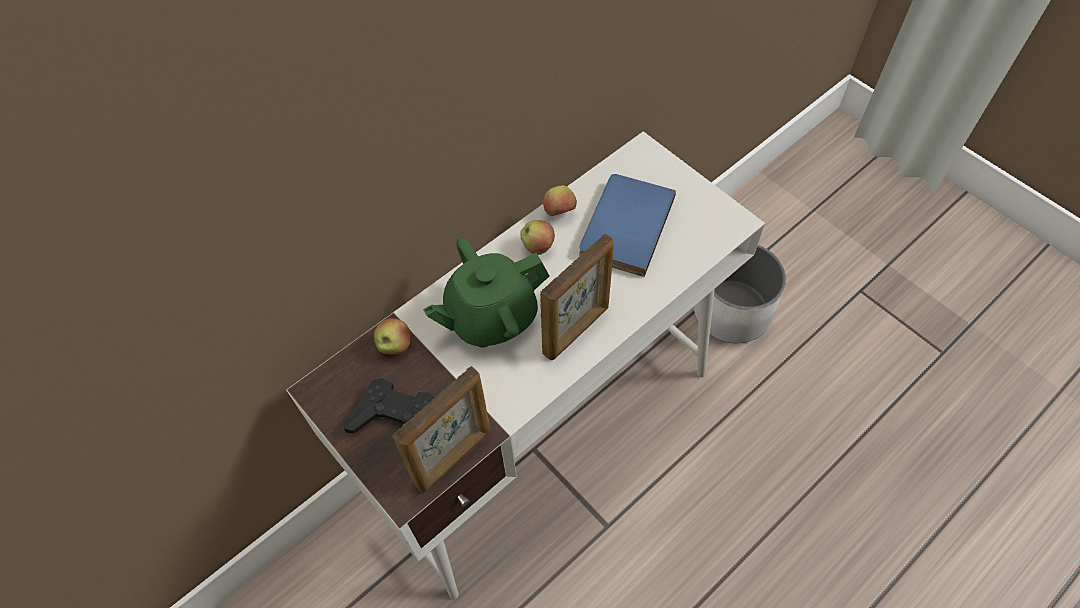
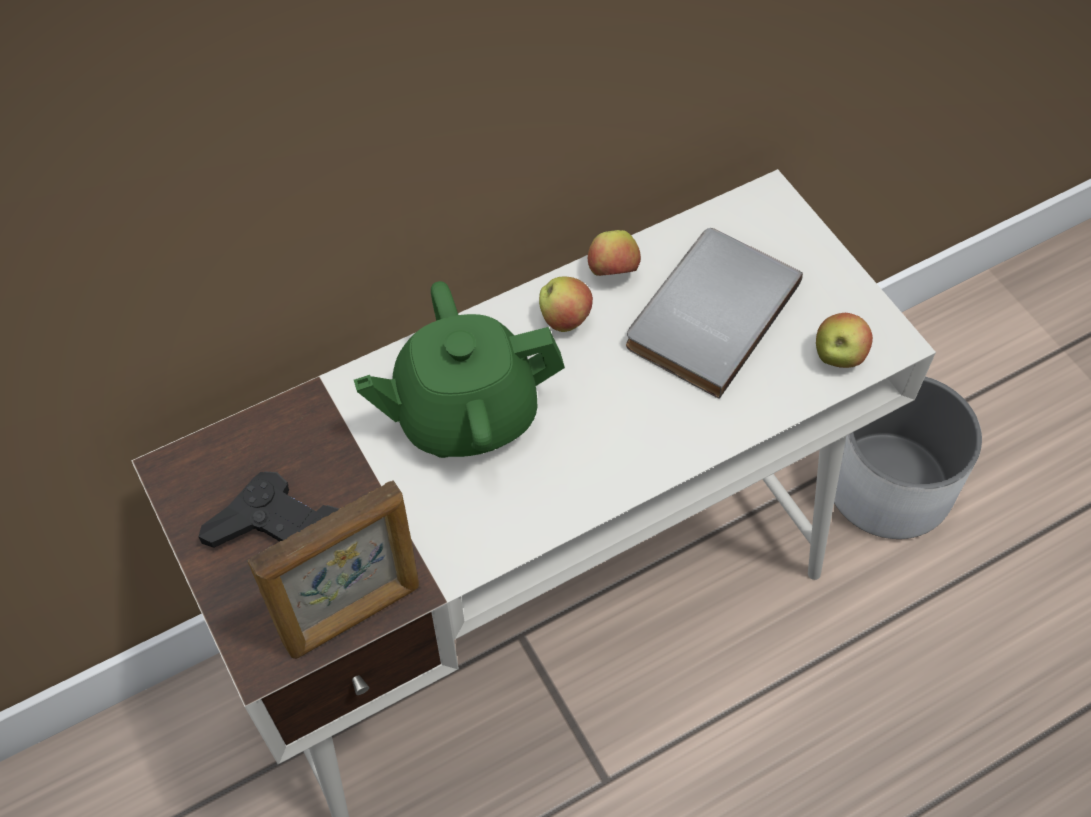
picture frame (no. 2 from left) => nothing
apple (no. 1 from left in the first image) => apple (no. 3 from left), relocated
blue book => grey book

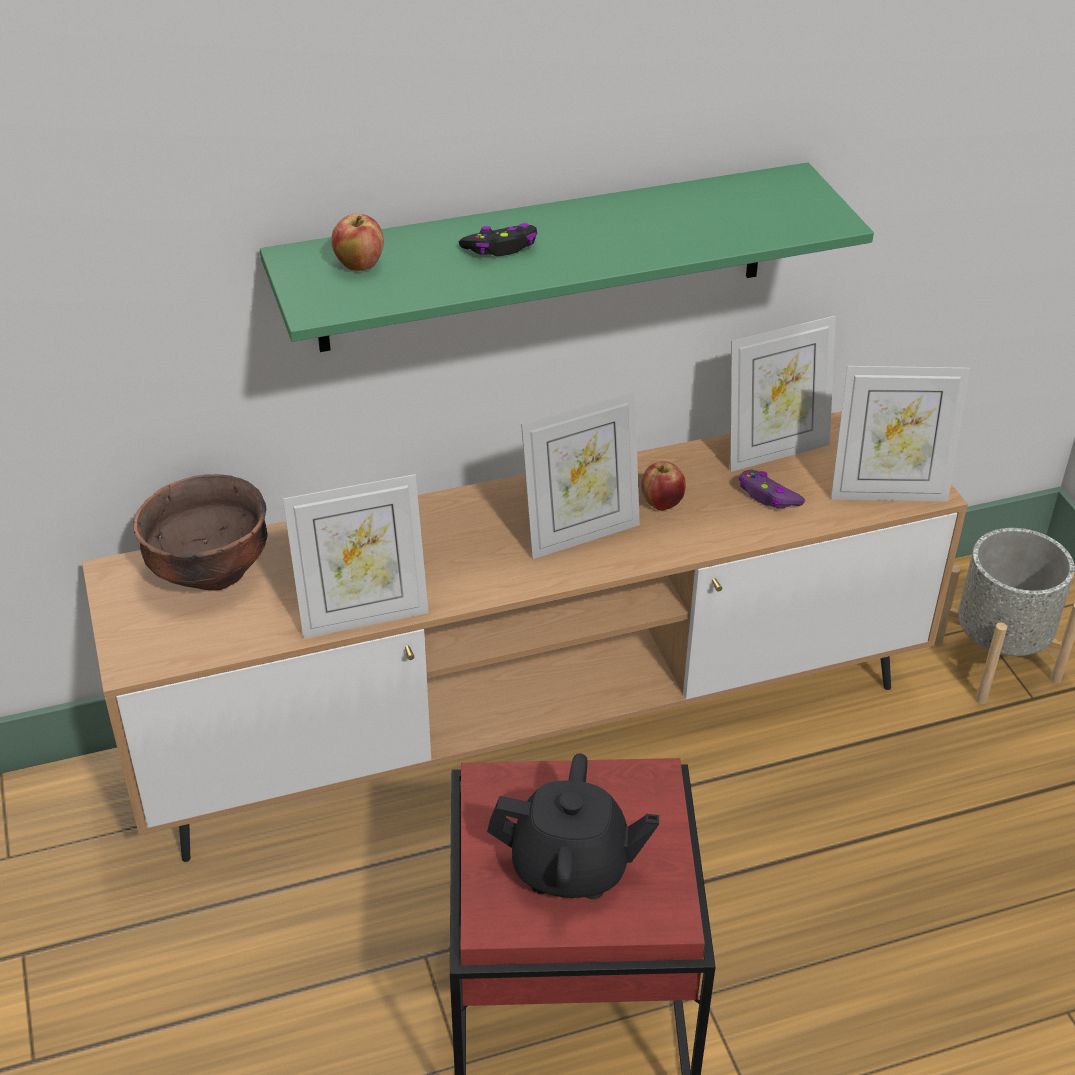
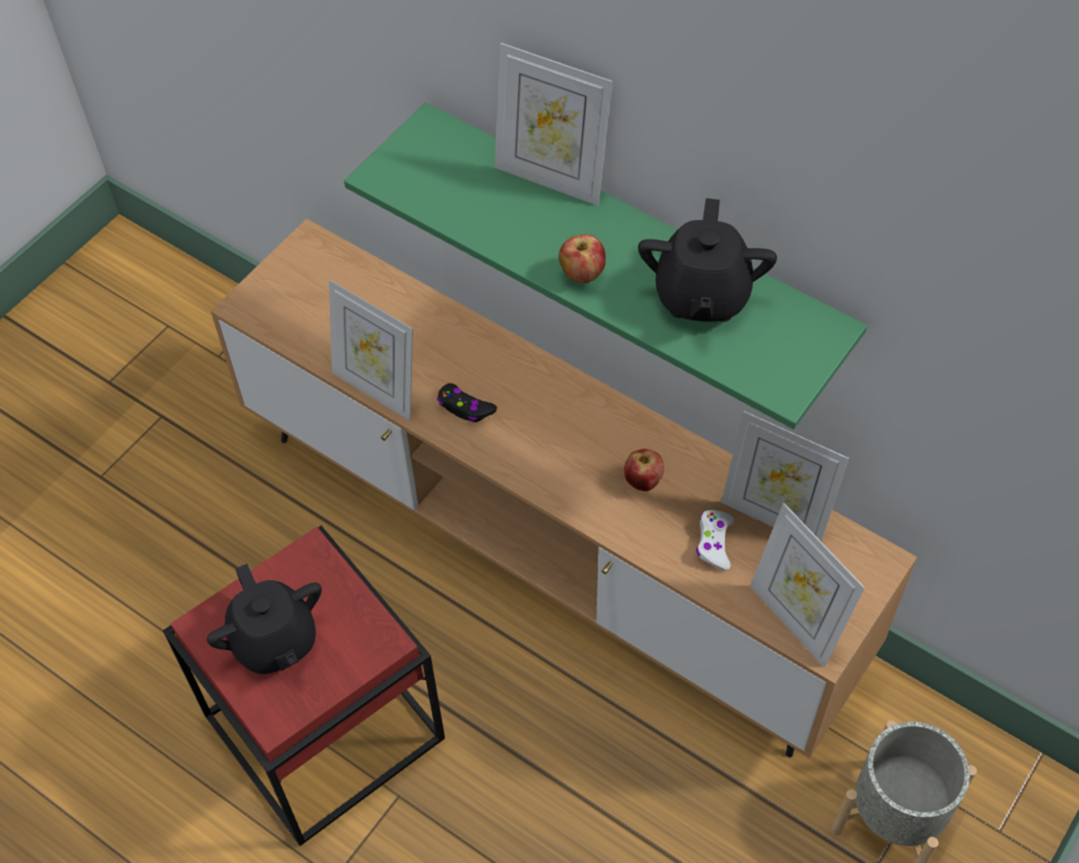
brown bowl => nothing
nothing => black teapot (no. 2 from left)
apple (no. 1 from left), relocated
black game controller, relocated
picture frame (no. 2 from left), relocated
purple game controller => white game controller

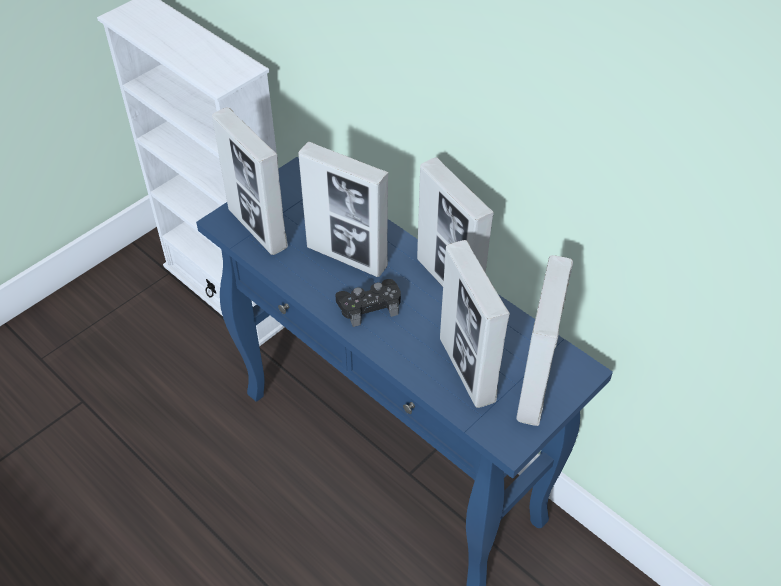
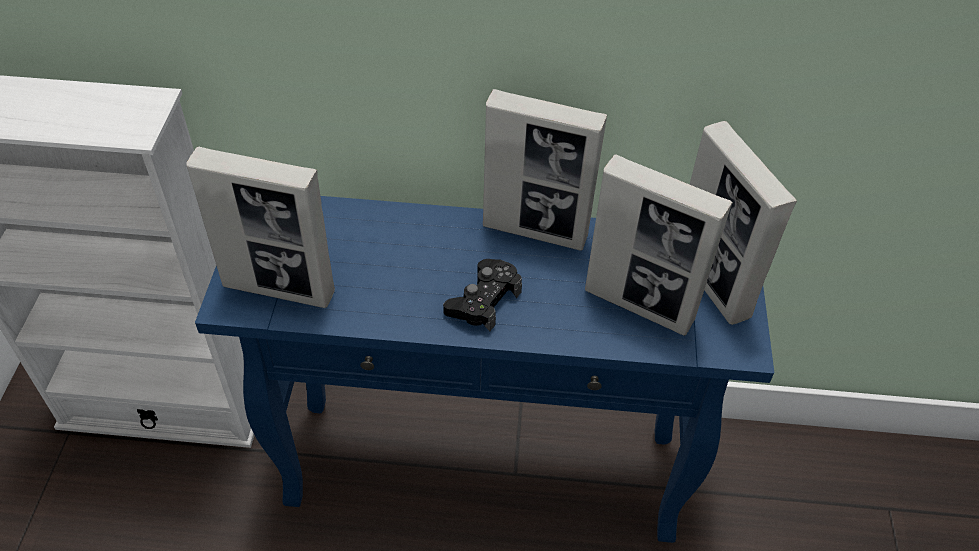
picture frame (no. 2 from left) => nothing

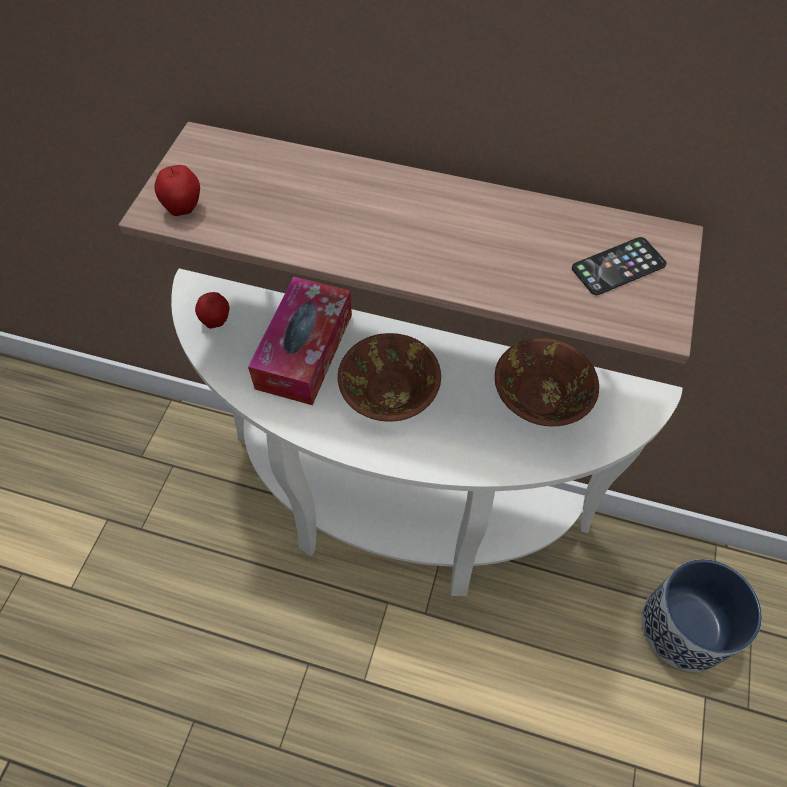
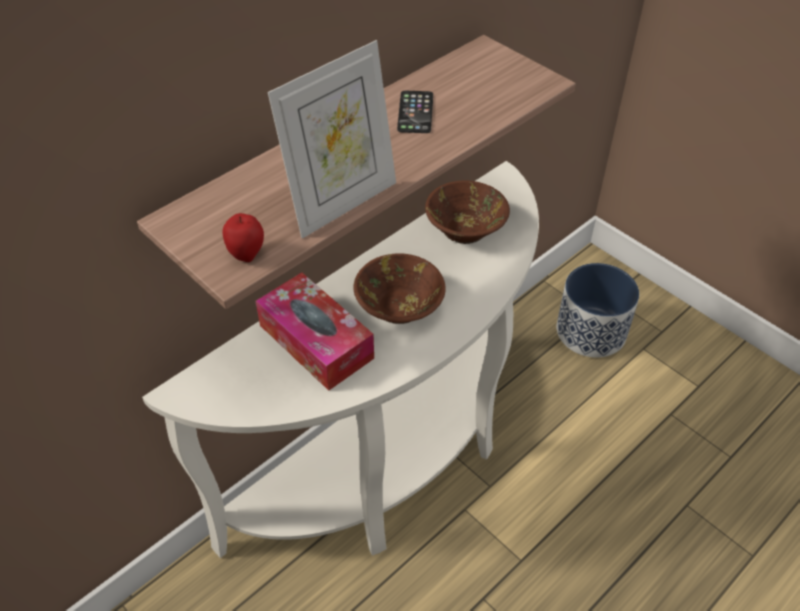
apple (no. 2 from left) => nothing
nothing => picture frame
phone, relocated

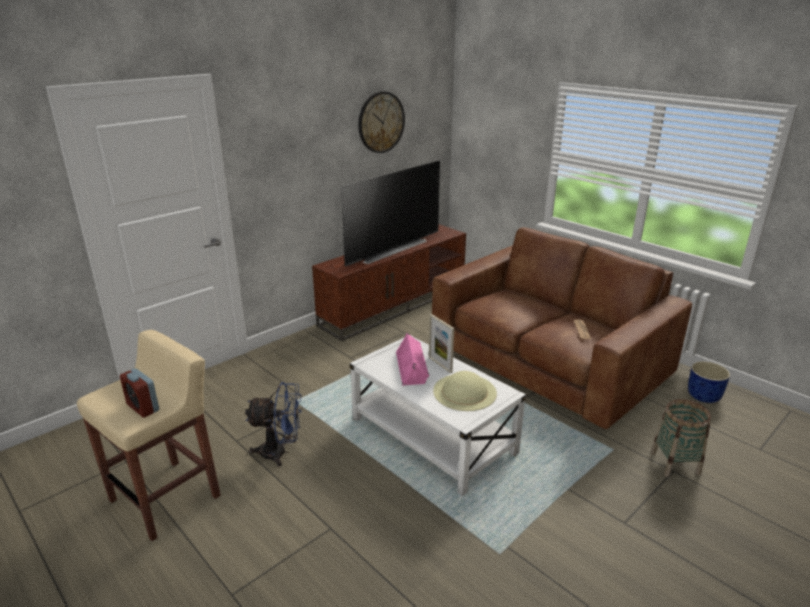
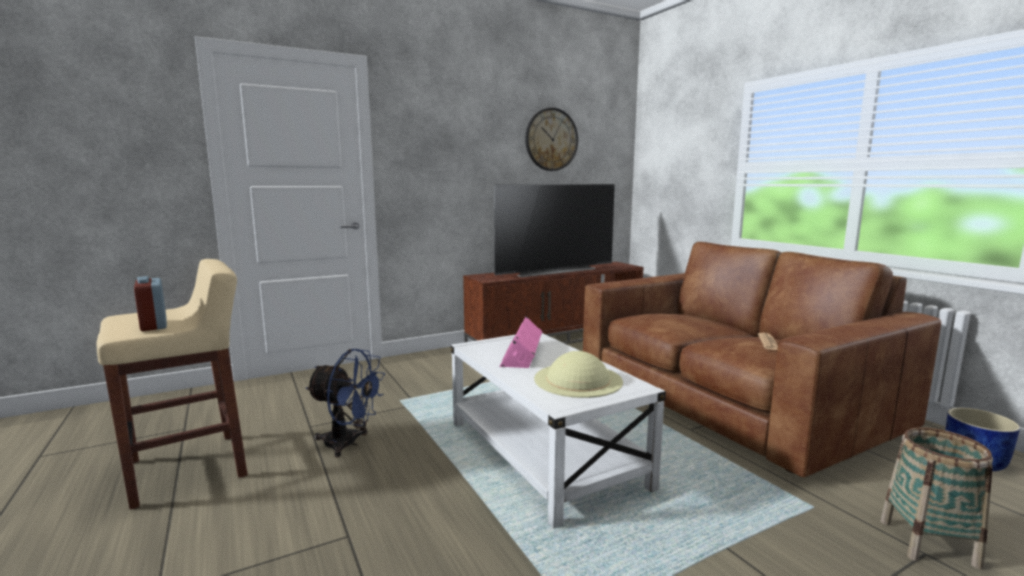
picture frame => nothing

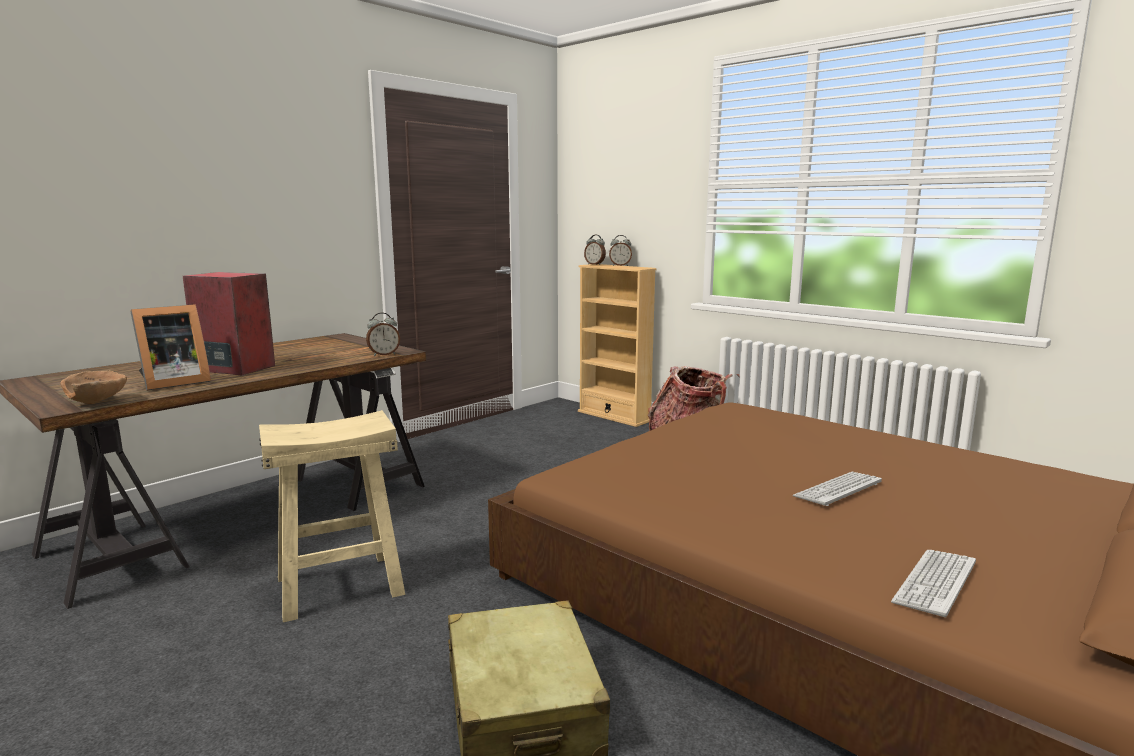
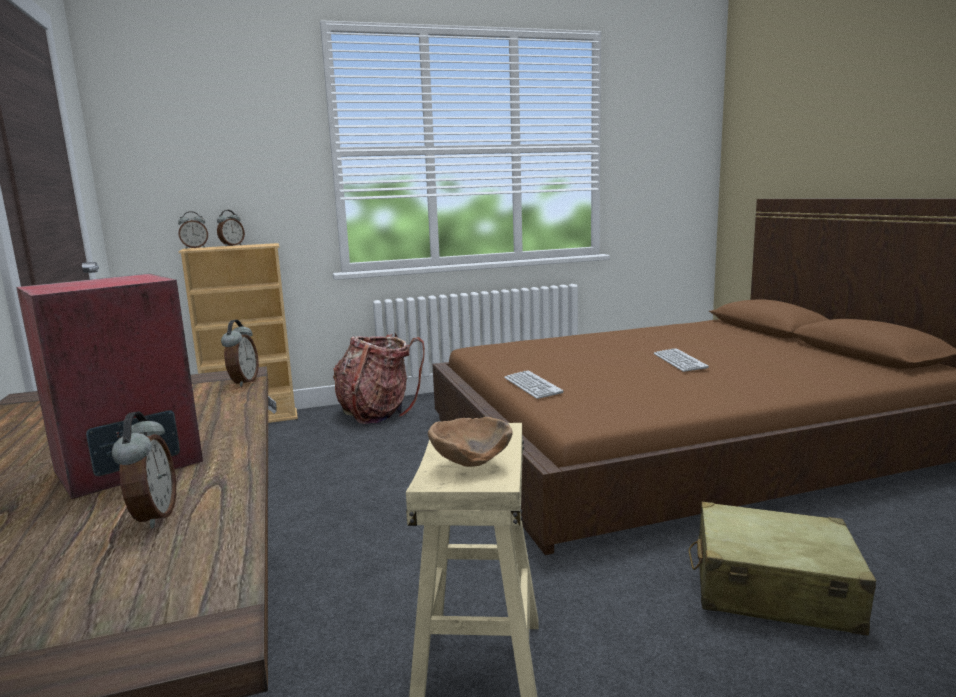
brown bowl, relocated
keyboard (no. 2 from left in the first image) => keyboard (no. 1 from left), relocated
picture frame => alarm clock (no. 1 from left)

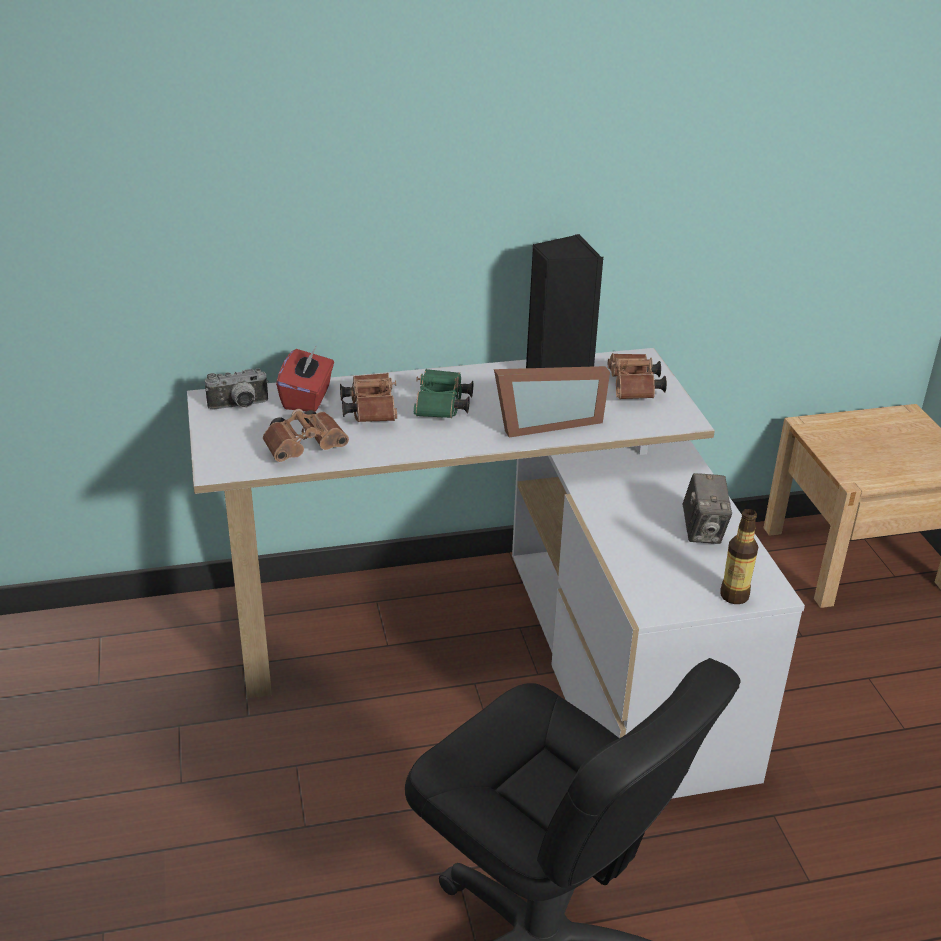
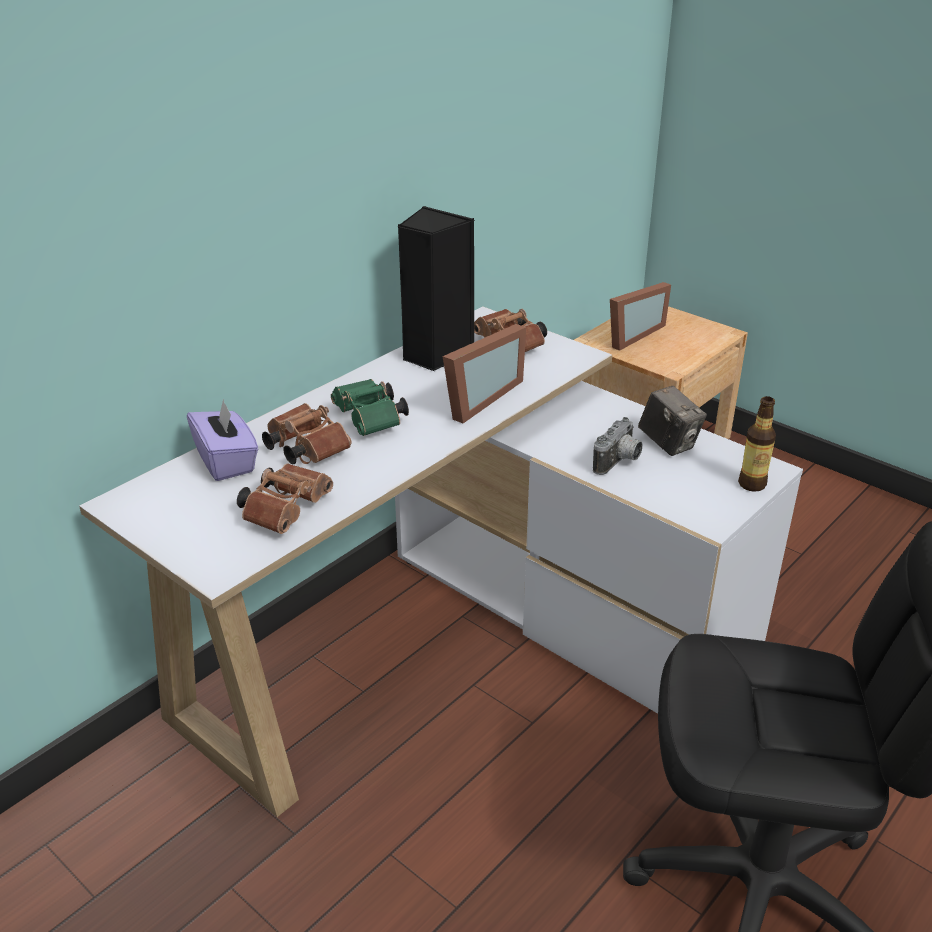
nothing => picture frame (no. 2 from left)
photo camera (no. 1 from left), relocated
red tissue box => purple tissue box

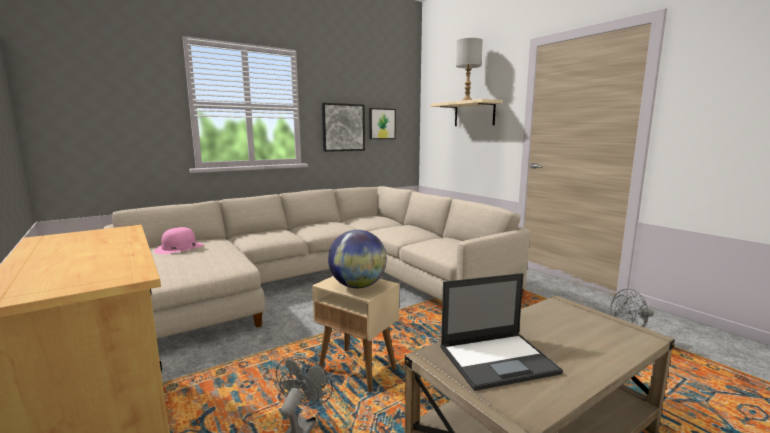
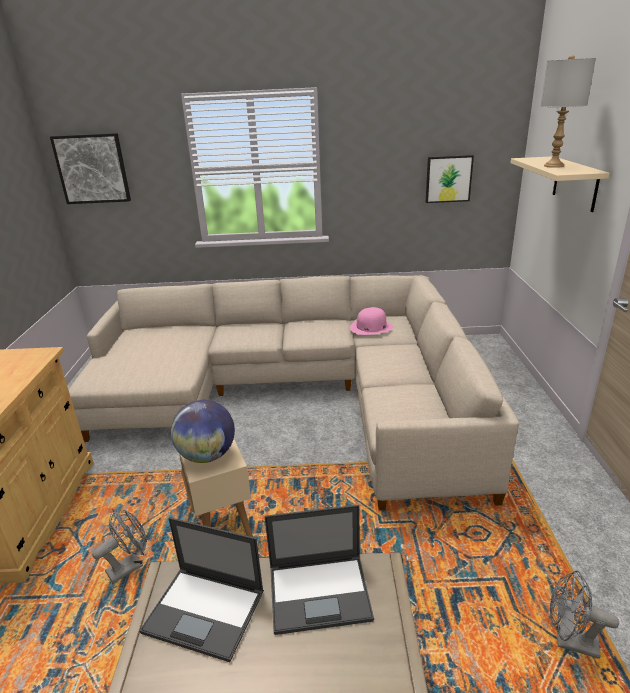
nothing => laptop (no. 2 from left)
pink hat, relocated
picture (no. 1 from left), relocated

